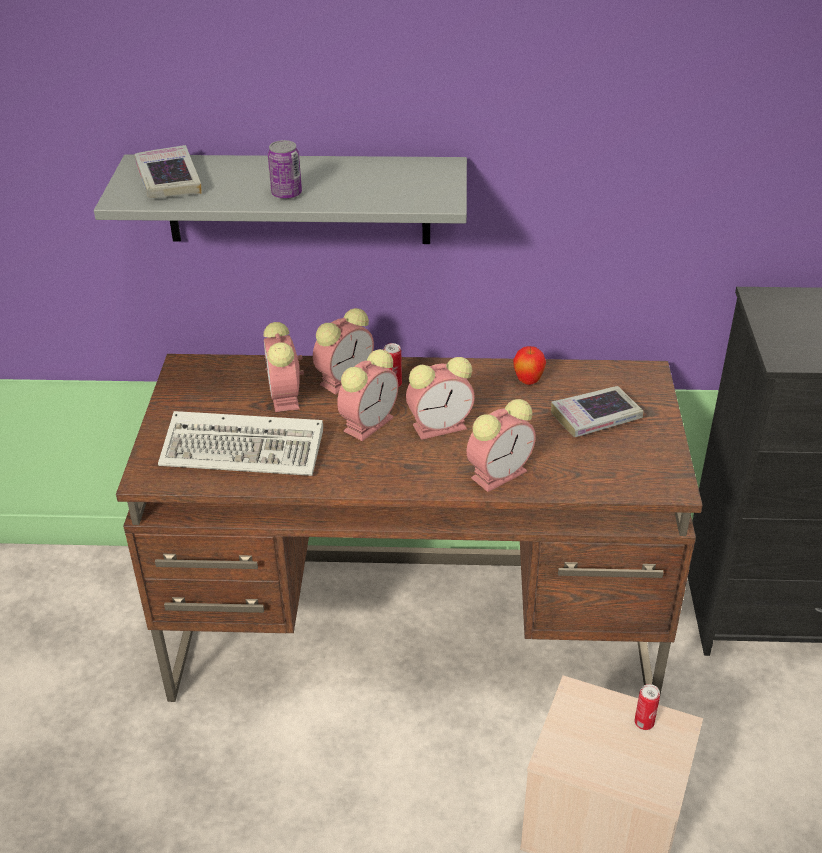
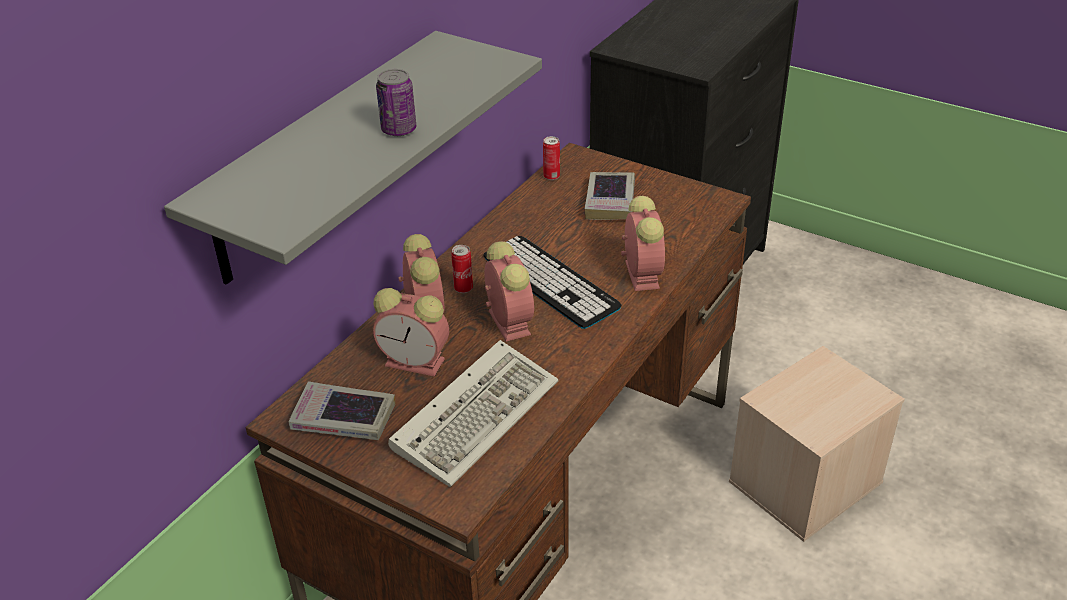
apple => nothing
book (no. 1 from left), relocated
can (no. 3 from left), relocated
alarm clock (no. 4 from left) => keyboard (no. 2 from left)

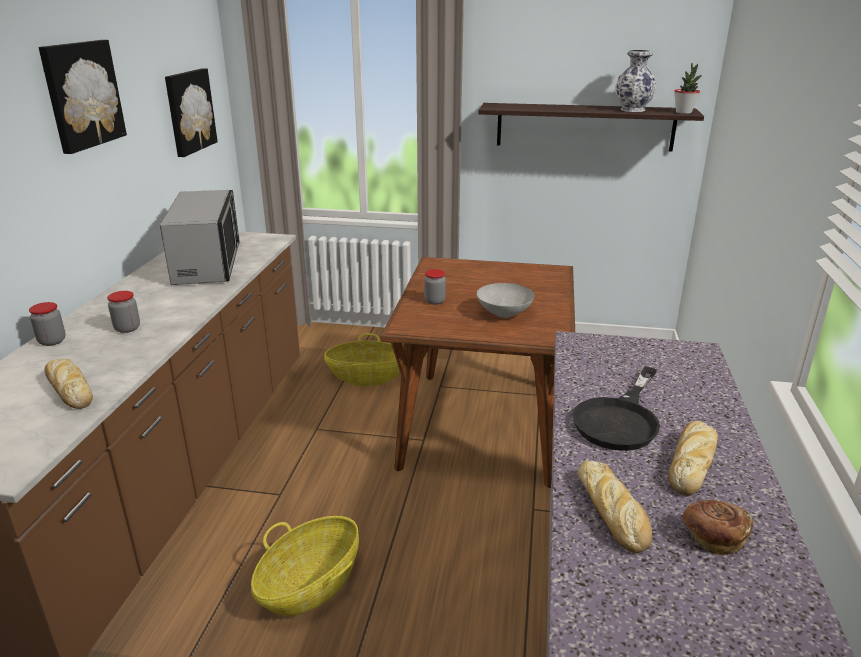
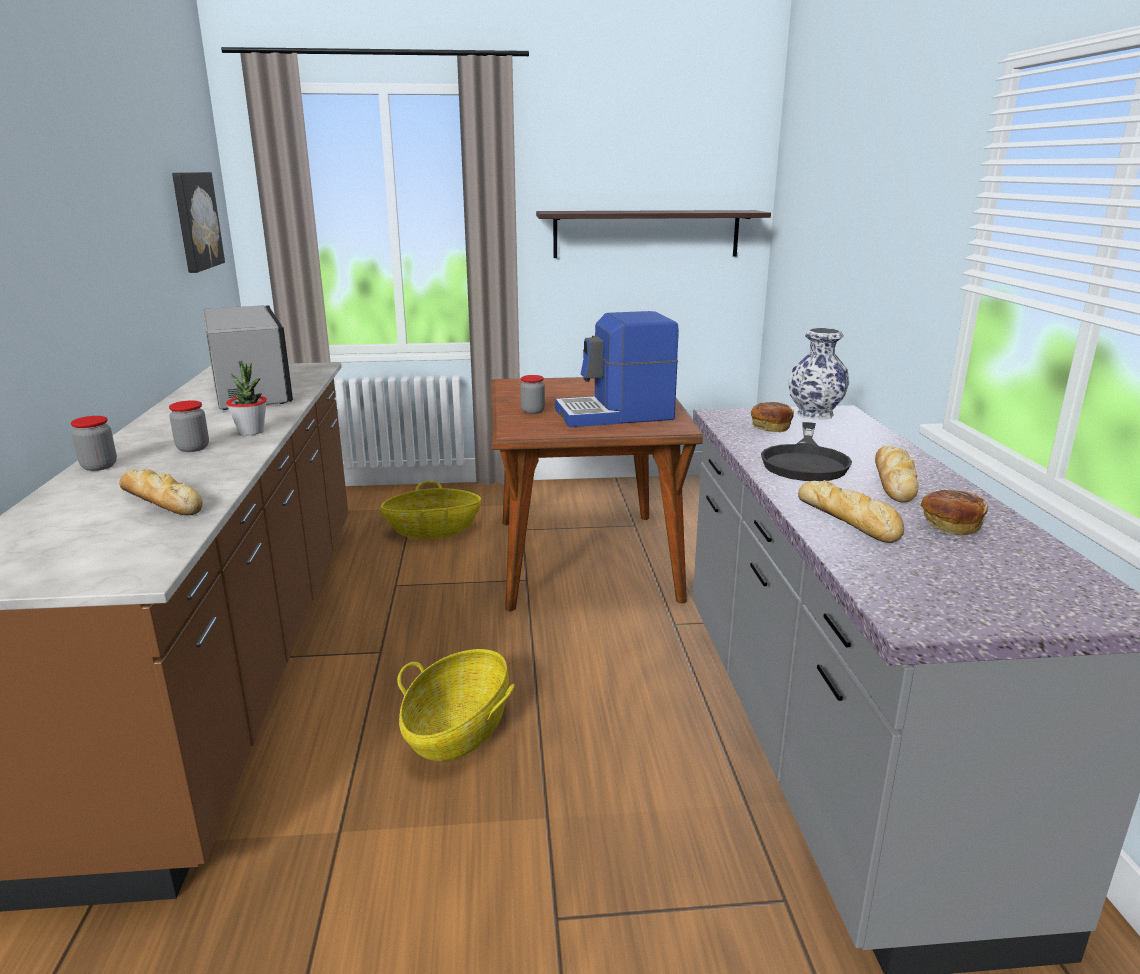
picture (no. 1 from left) => nothing
nothing => bread (no. 2 from left)
vase, relocated
potted plant, relocated
grey bowl => coffee machine

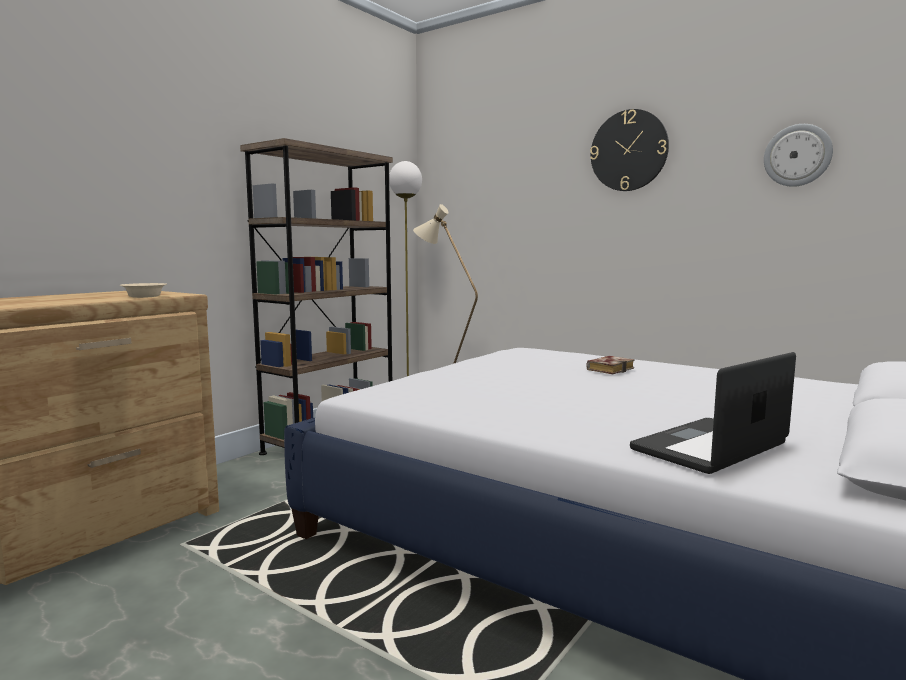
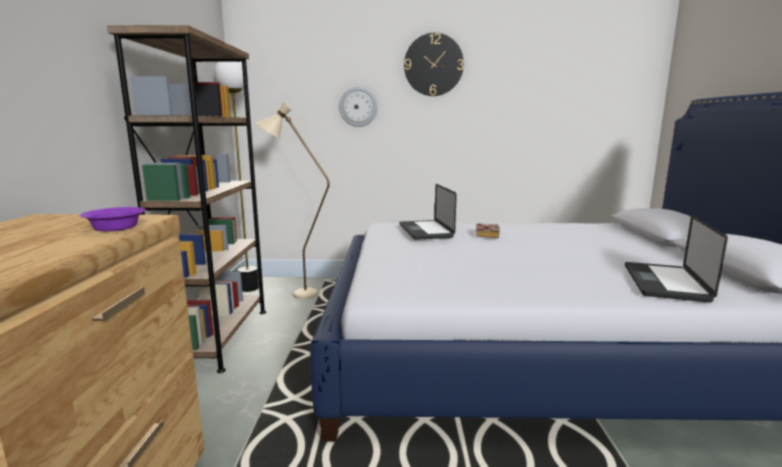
nothing => laptop (no. 1 from left)
wall clock (no. 2 from left in the first image) => wall clock (no. 1 from left), relocated
beige bowl => purple bowl

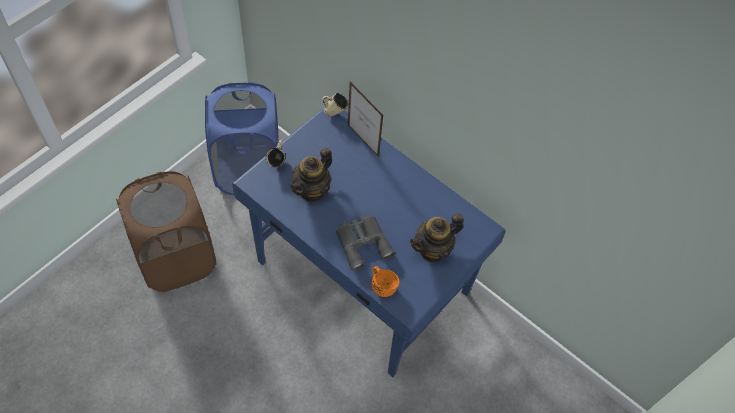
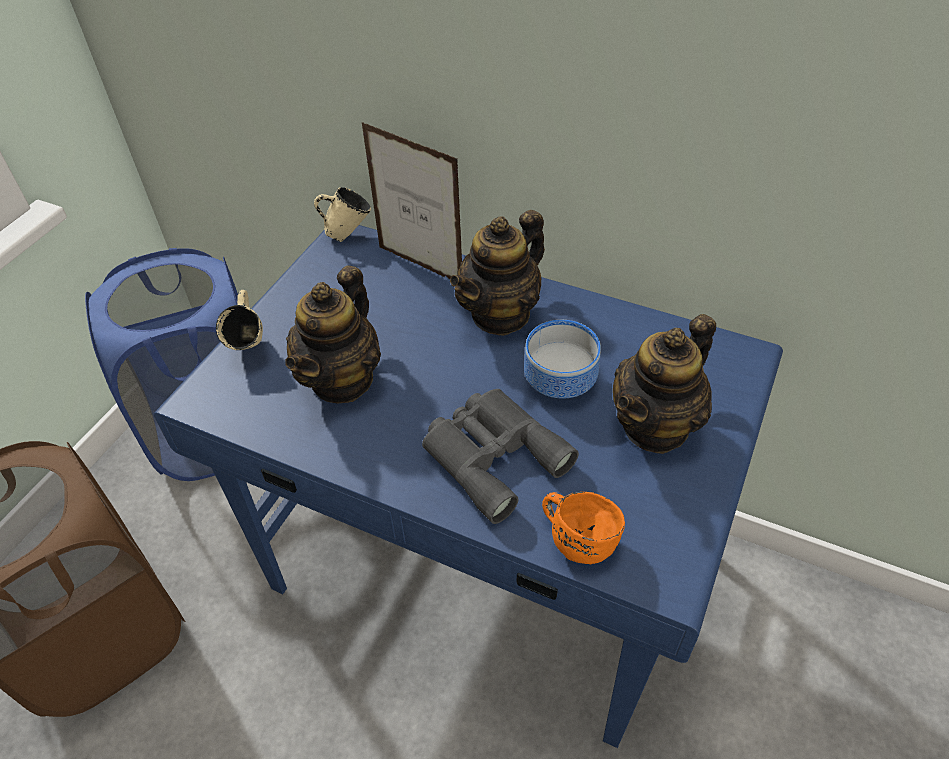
nothing => teapot (no. 2 from left)
nothing => bowl

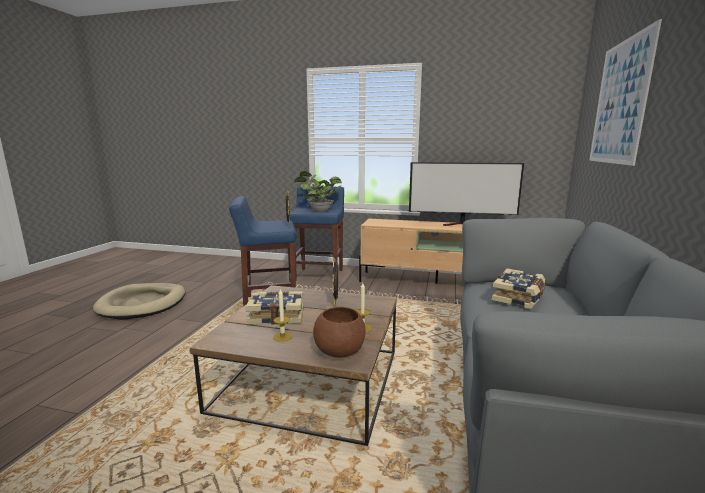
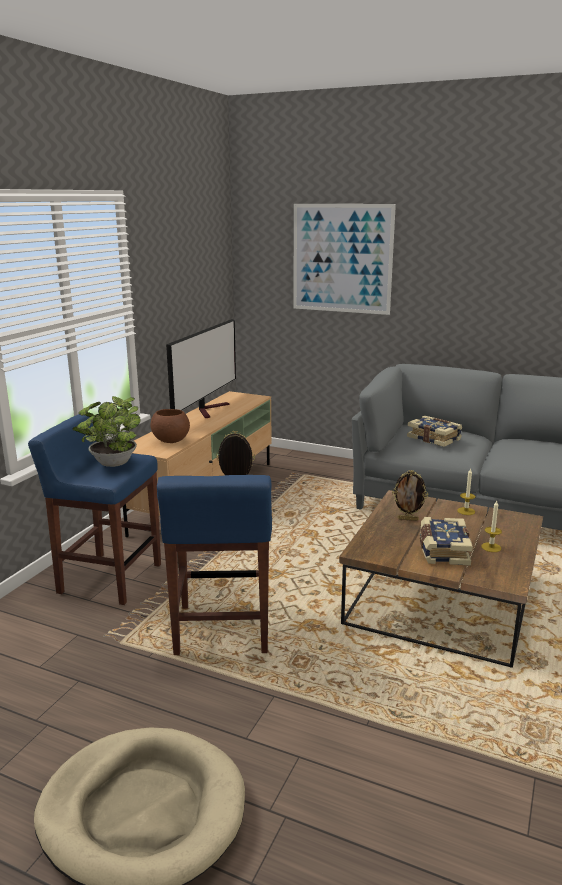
brown bowl, relocated

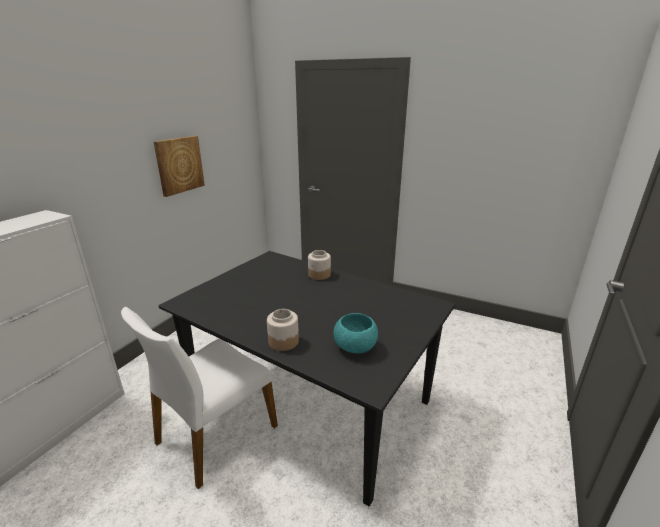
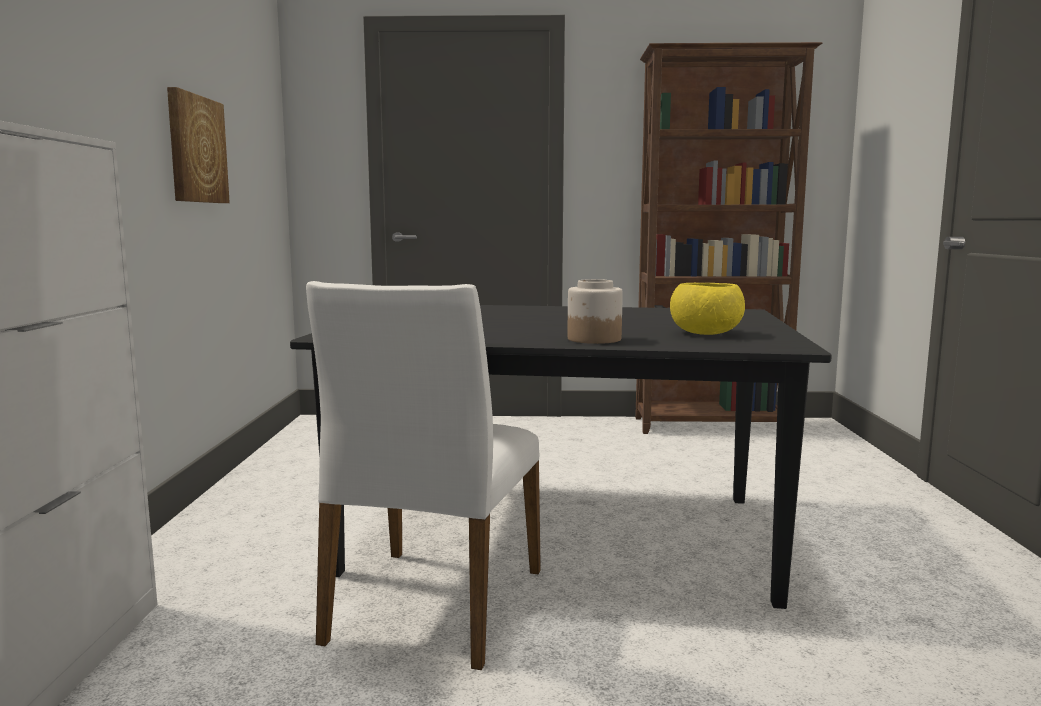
jar (no. 2 from left) => nothing
nothing => brown bookcase
turquoise bowl => yellow bowl

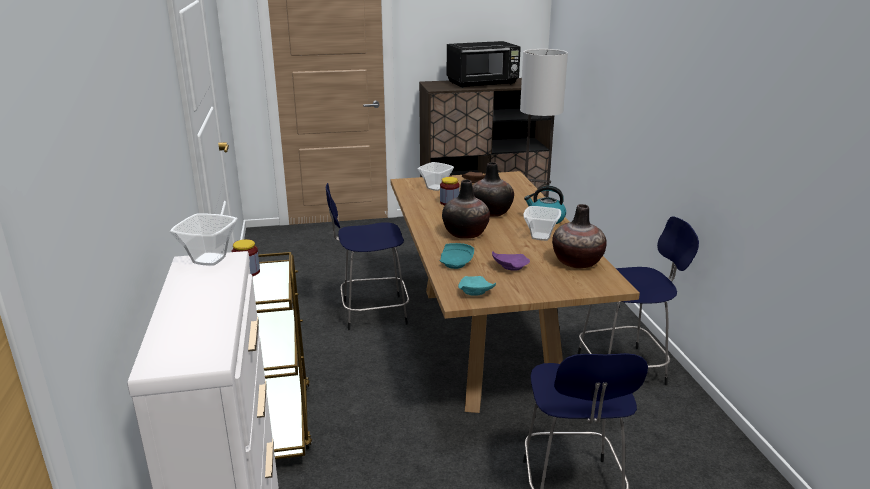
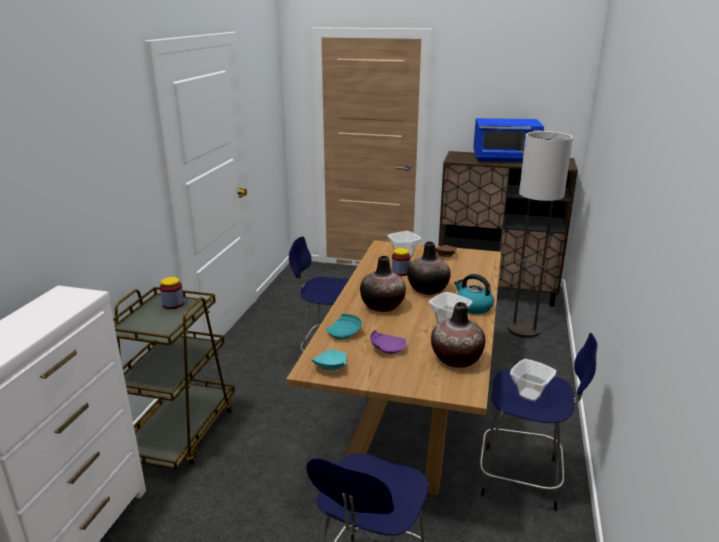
bowl (no. 1 from left in the first image) => bowl (no. 3 from left), relocated
black microwave => blue microwave

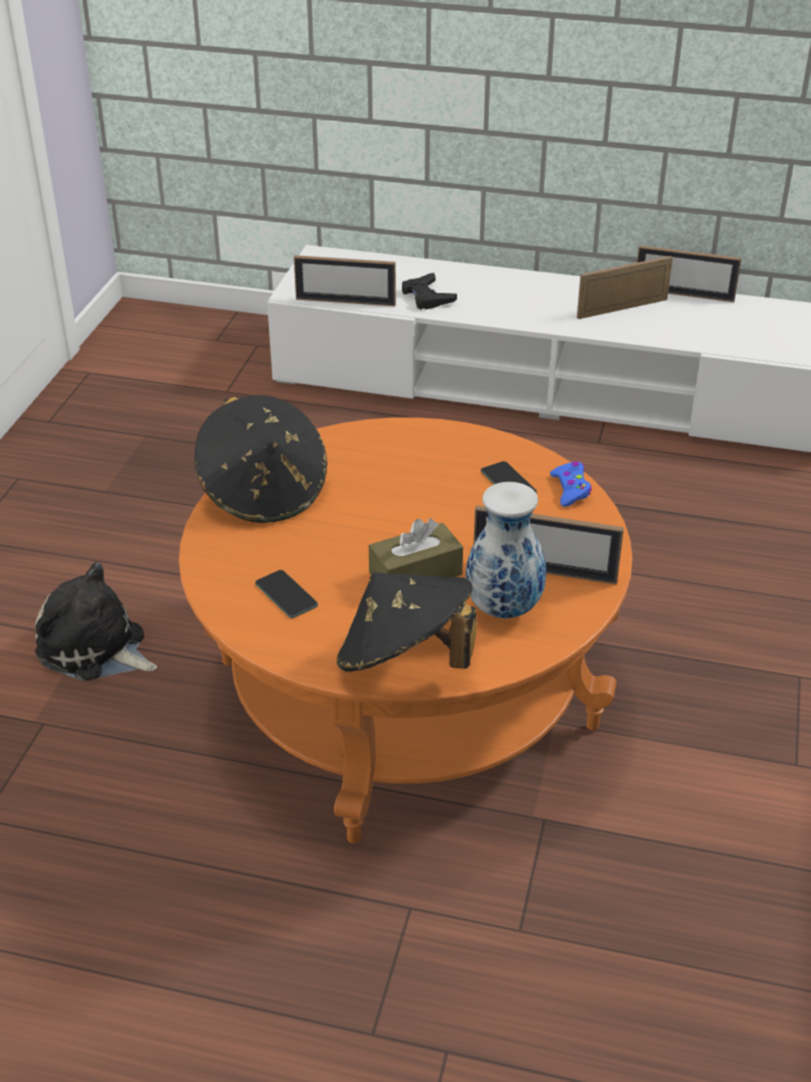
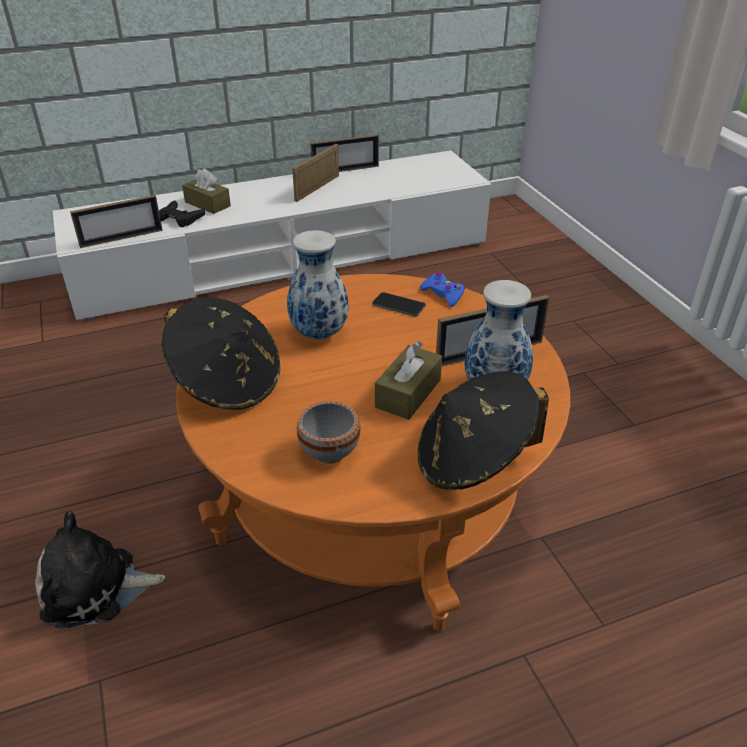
nothing => brown tissue box (no. 1 from left)
nothing => vase (no. 1 from left)
phone (no. 1 from left) => grey bowl

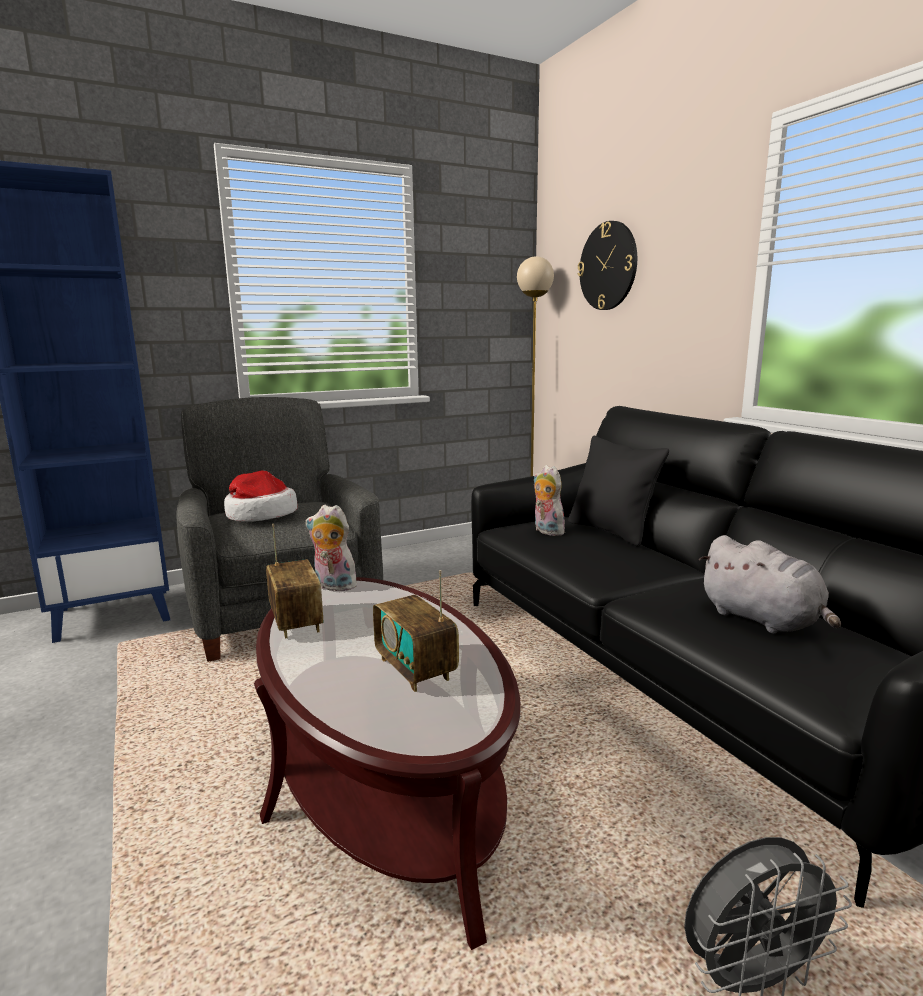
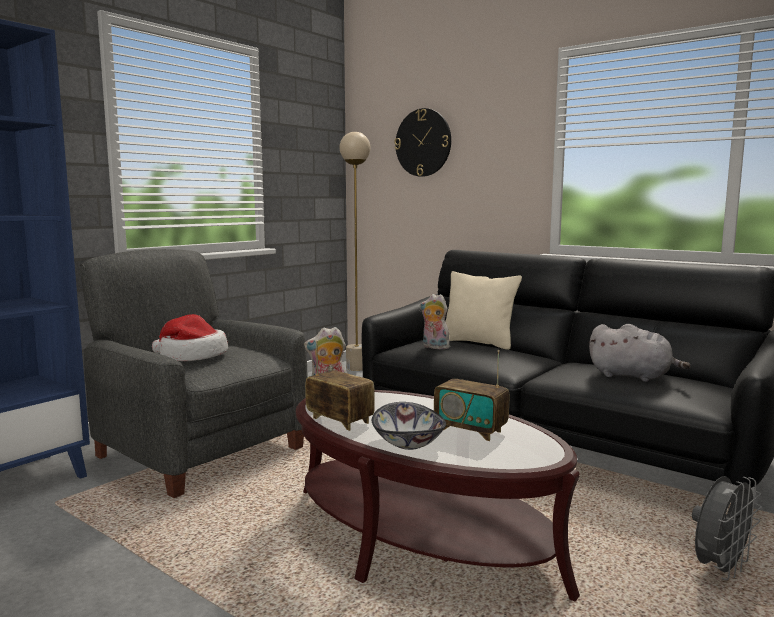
nothing => bowl
black pillow => beige pillow

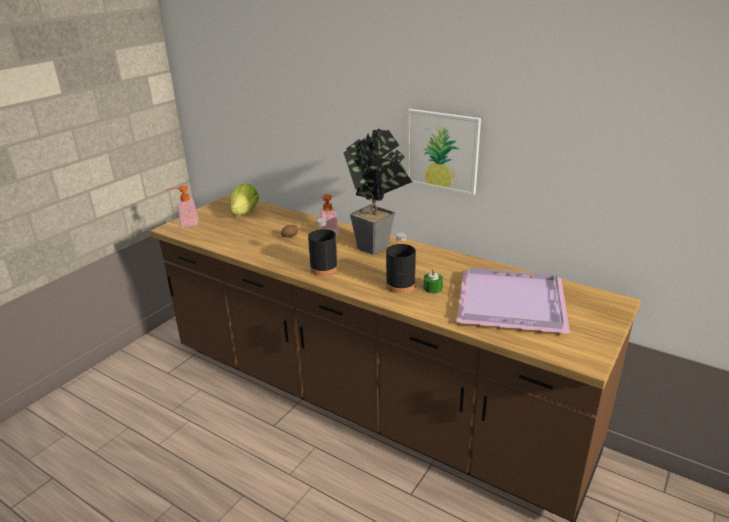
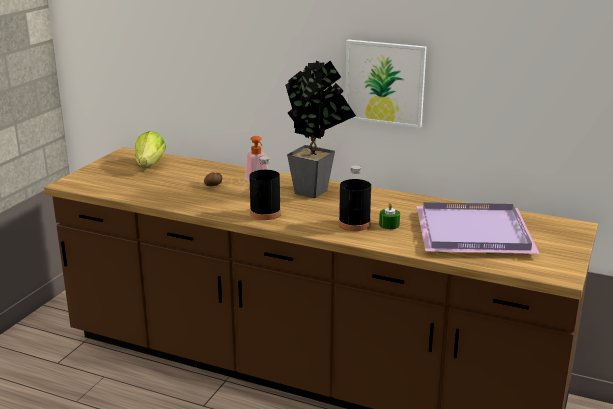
soap dispenser (no. 1 from left) => nothing

